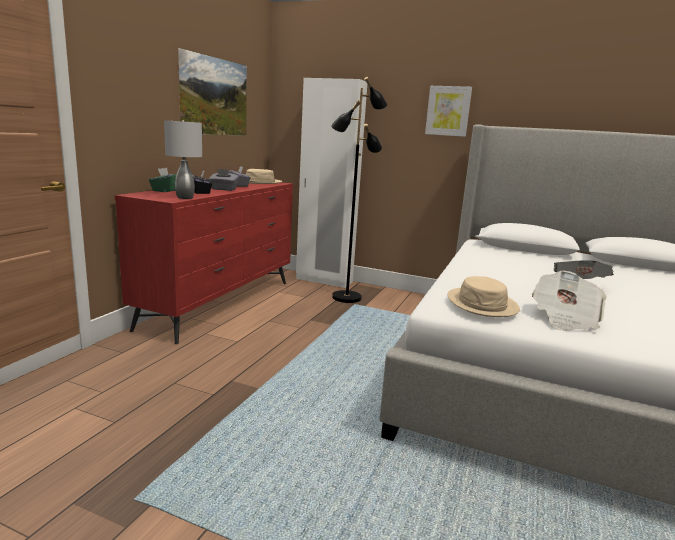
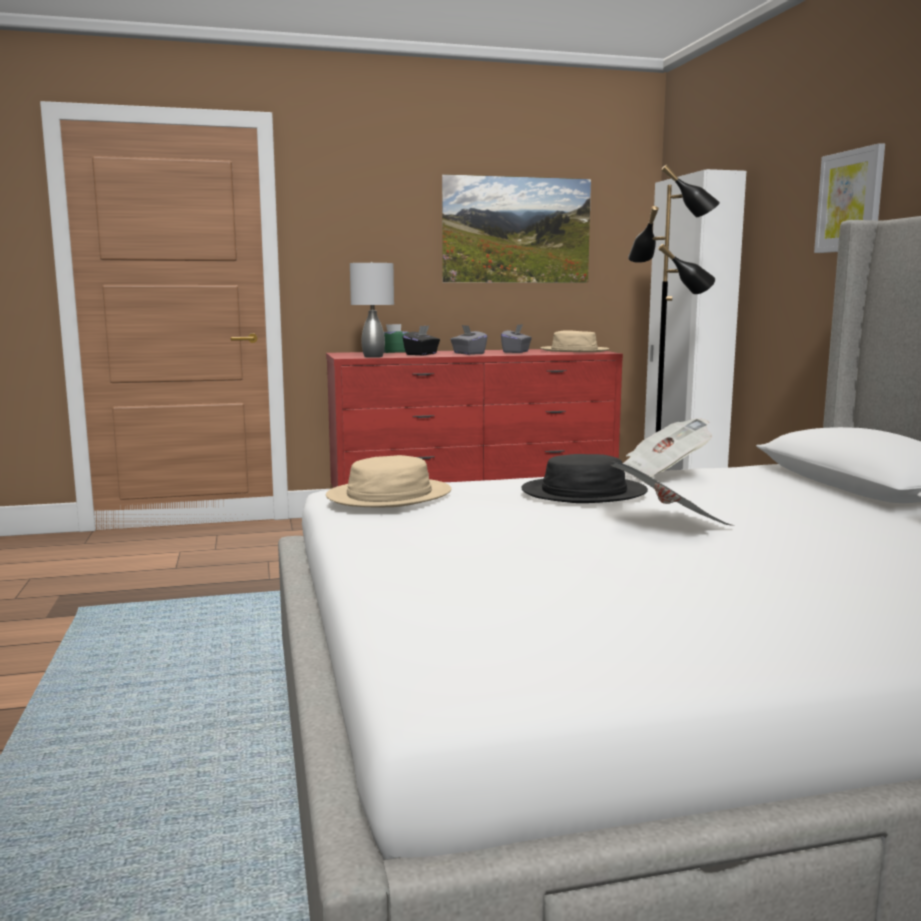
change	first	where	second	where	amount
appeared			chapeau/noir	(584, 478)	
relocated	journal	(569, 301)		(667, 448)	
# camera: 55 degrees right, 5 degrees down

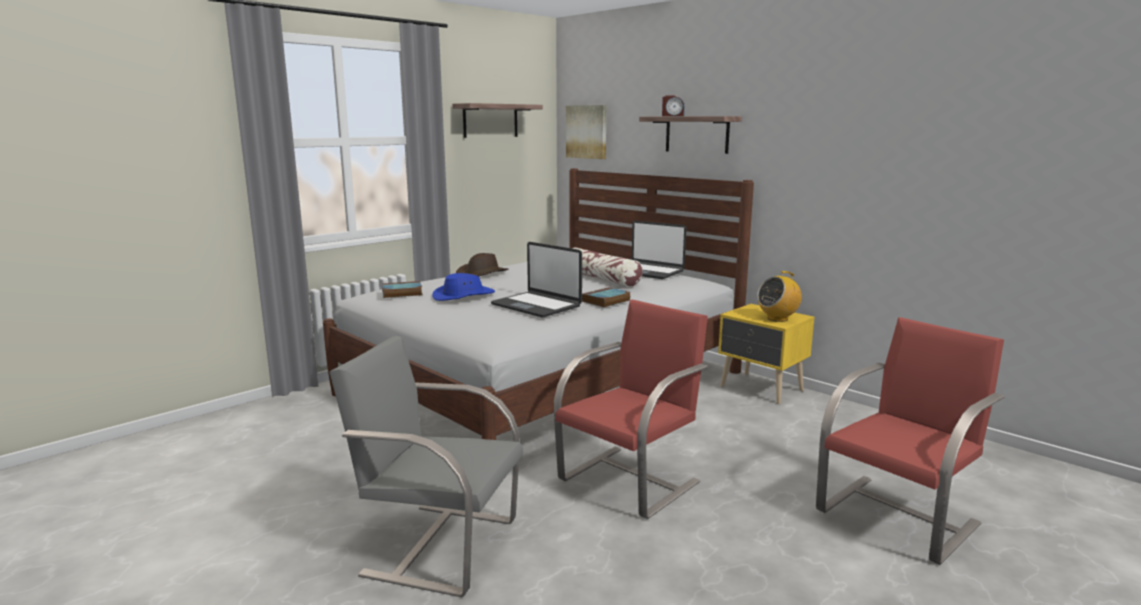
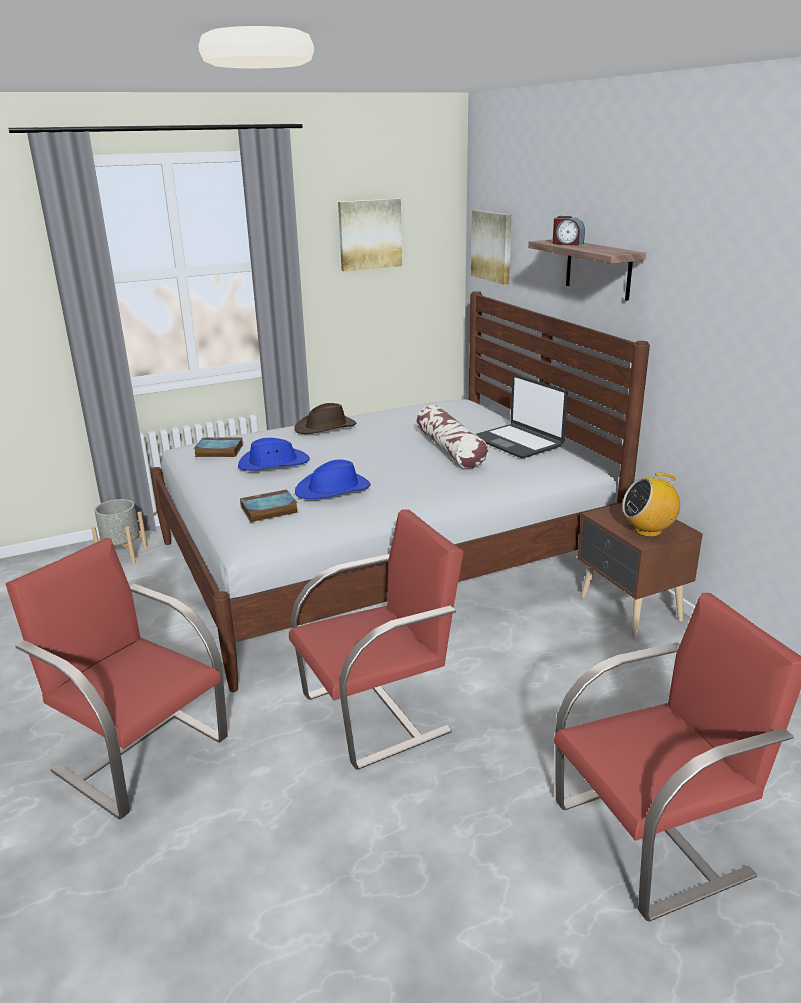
change	first	where	second	where	amount
appeared			cache-pot/gris	(119, 531)	
relocated	livre	(606, 297)		(269, 505)	
exchanged	étagère	(497, 120)	tableau	(370, 235)	
exchanged	ordinateur portable	(536, 280)	chapeau/bleu	(333, 480)	
colour	chaise/gris	(426, 466)	chaise/rouge	(116, 678)	
colour	table de chevet/jaune	(766, 354)	table de chevet/marron	(640, 570)	
# camera: 20 degrees right, 10 degrees up

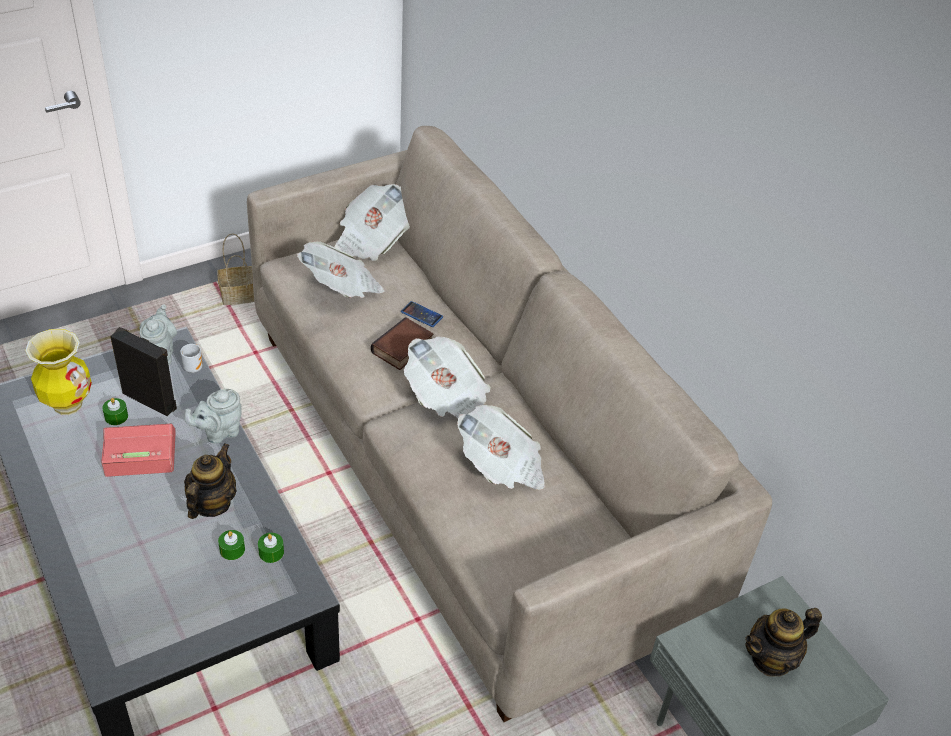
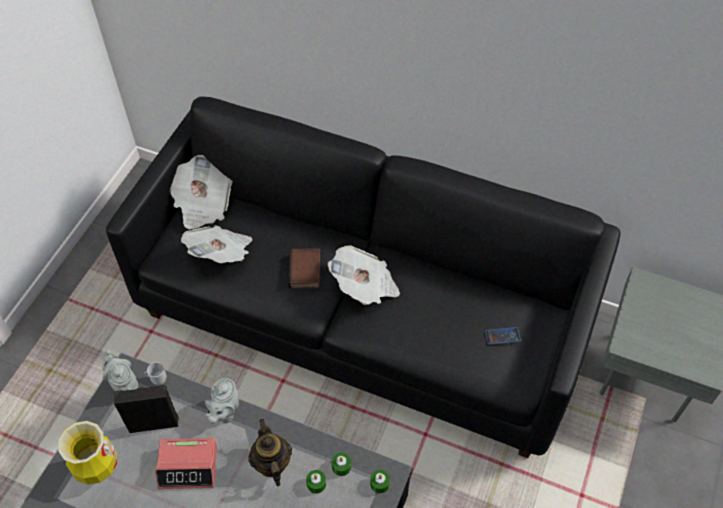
change	first	where	second	where	amount
missing	panier	(236, 269)			
missing	journal	(501, 447)			
missing	théière	(783, 642)			
relocated	bougie/vert	(115, 411)		(380, 481)	
relocated	téléphone	(422, 314)		(503, 336)	
colour	canapé/beige	(509, 424)	canapé/noir	(363, 277)	
spun	réveil	(138, 450)		(186, 463)	135 degrees counterclockwise
# camera: 35 degrees left, 10 degrees up

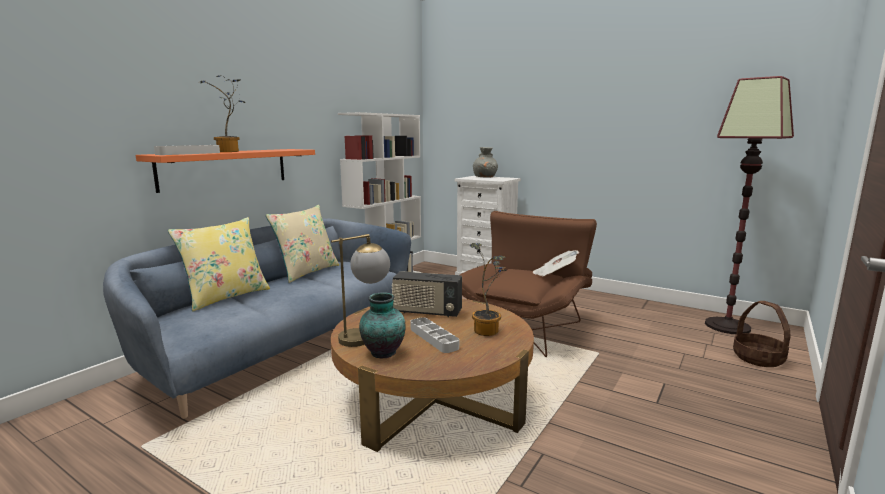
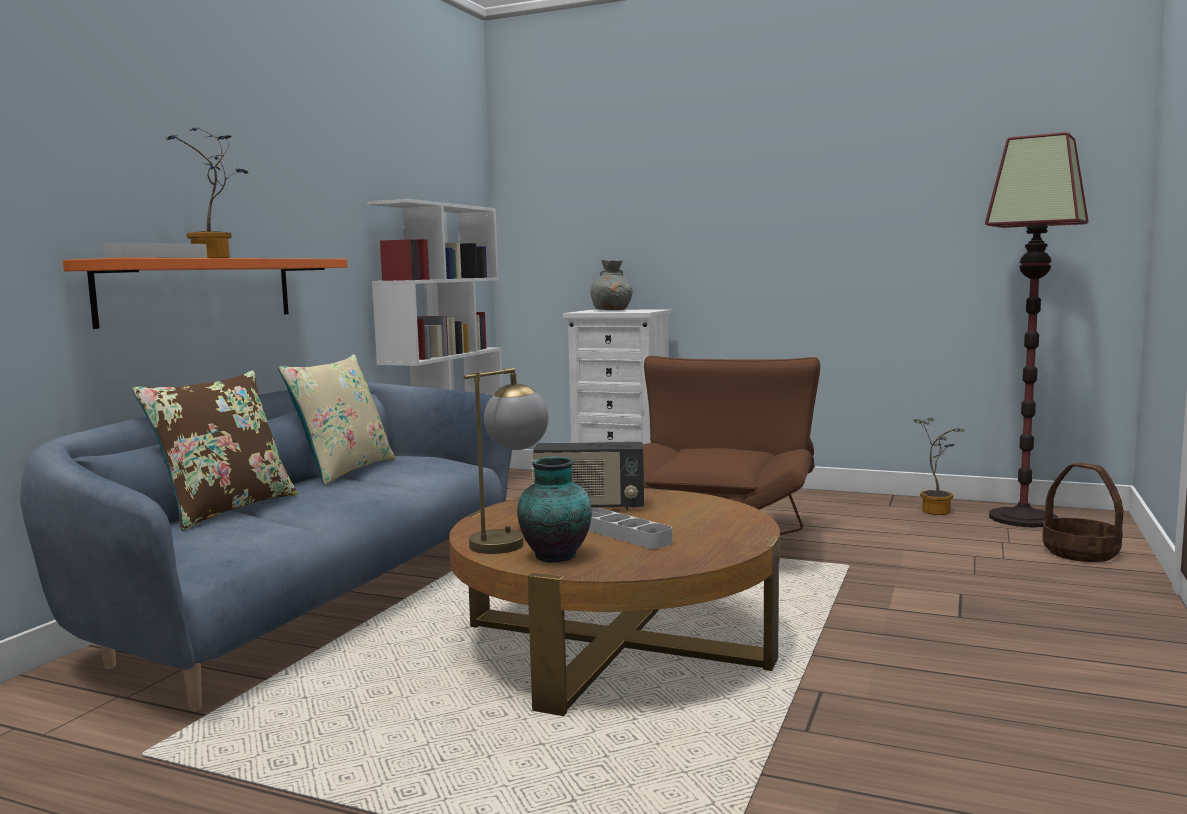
change	first	where	second	where	amount
missing	journal	(555, 263)			
relocated	plante en pot	(488, 289)		(939, 466)	
colour	coussin/jaune	(219, 264)	coussin/marron	(215, 450)	
# camera: 10 degrees left, 5 degrees down

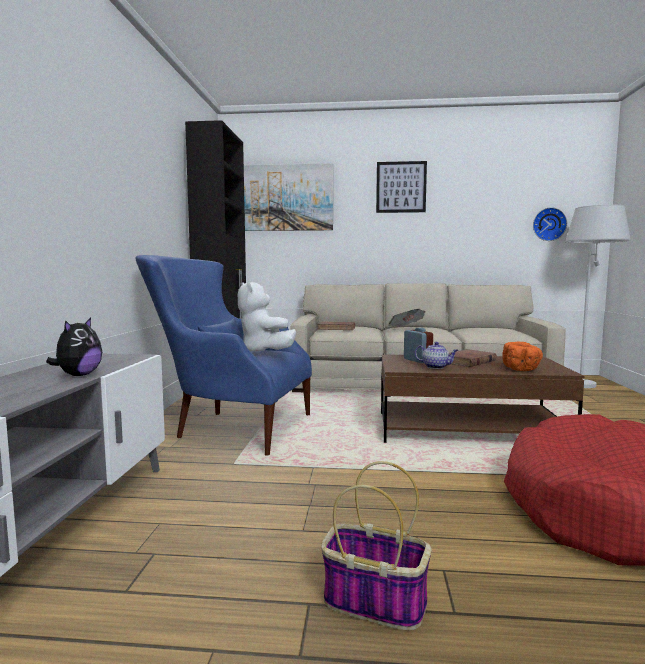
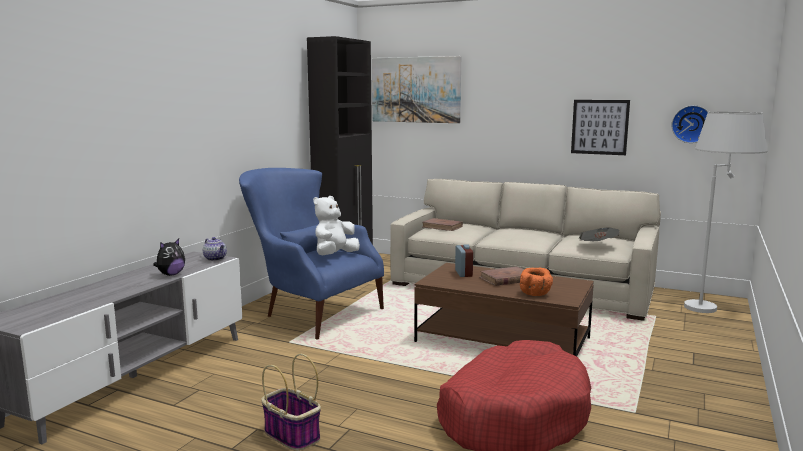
change	first	where	second	where	amount
relocated	tableau	(401, 187)		(600, 127)	
relocated	journal	(406, 318)		(599, 234)	
relocated	théière	(436, 355)		(215, 249)	
spun	peluche/blanc	(267, 316)		(336, 225)	45 degrees clockwise
# camera: 20 degrees right, 5 degrees up

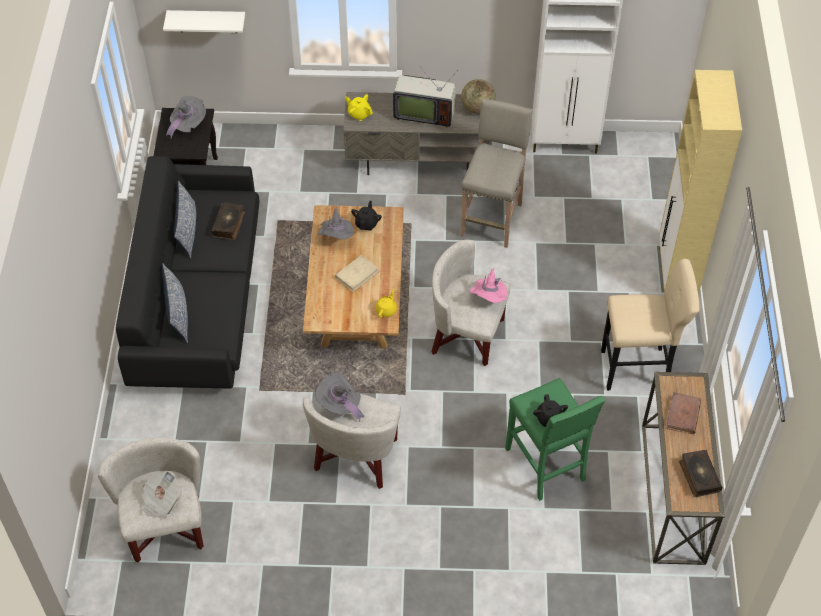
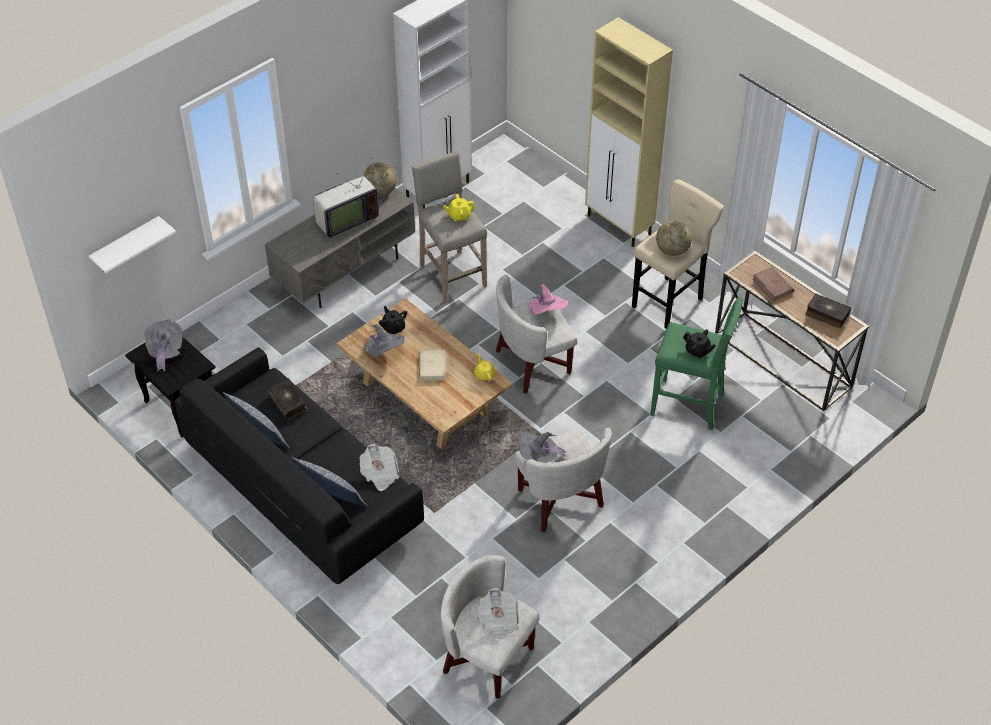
change	first	where	second	where	amount
appeared			journal	(379, 467)	
appeared			globe	(674, 238)	
relocated	théière/jaune	(359, 107)		(459, 207)	
# camera: 45 degrees left, 5 degrees down

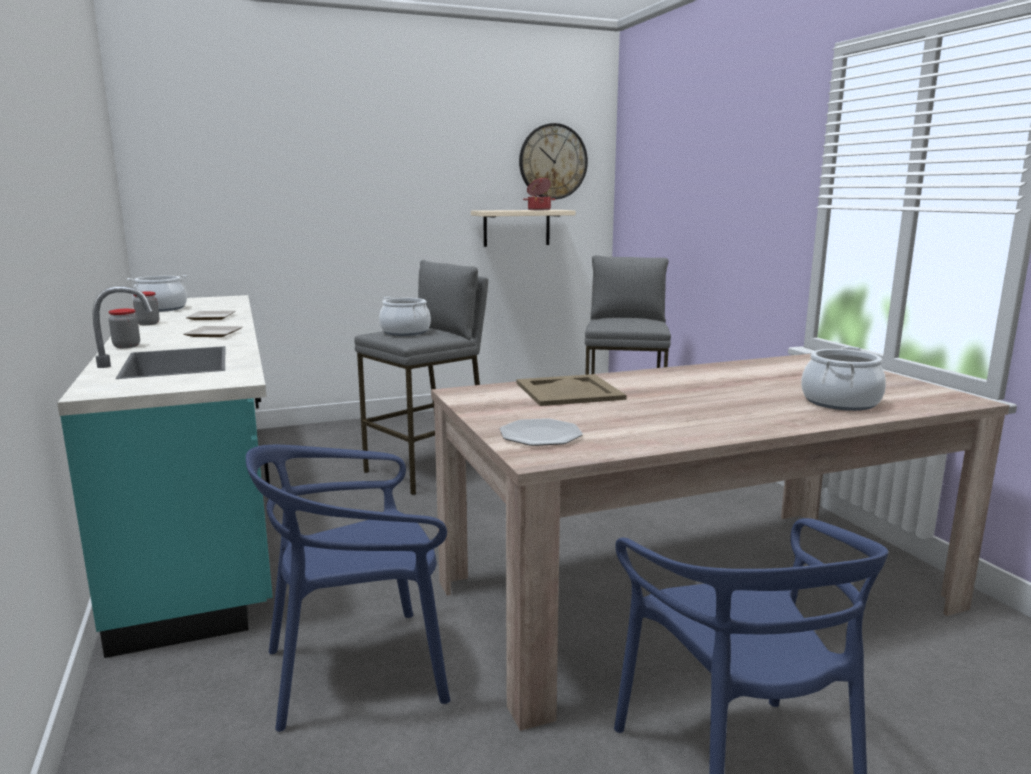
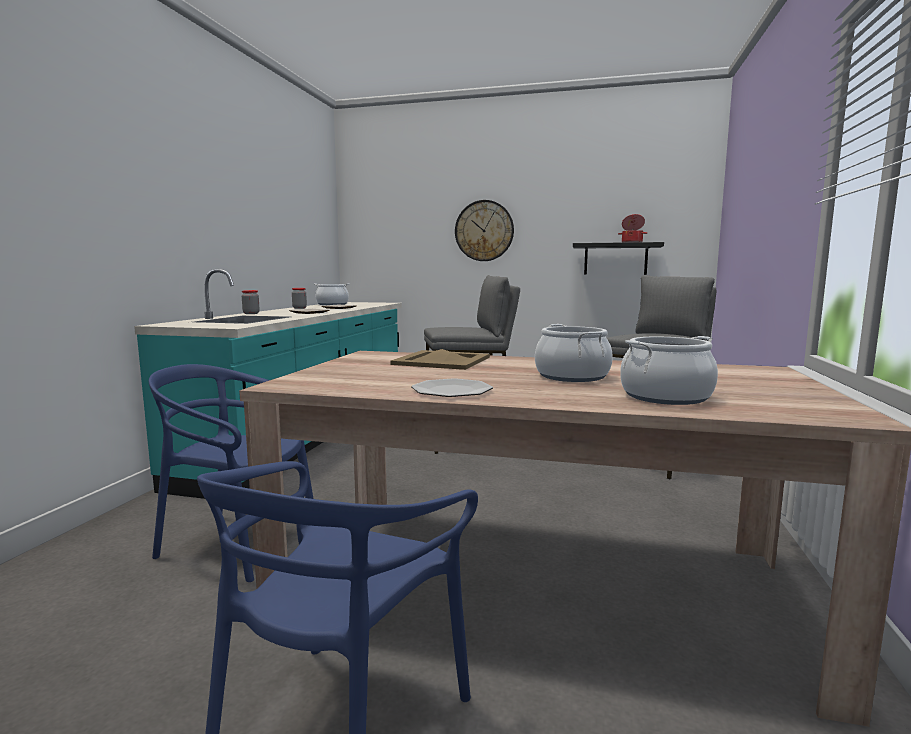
change	first	where	second	where	amount
relocated	marmite	(405, 316)		(574, 353)	
relocated	assiette	(541, 432)		(452, 387)	
relocated	horloge murale	(553, 161)		(484, 230)	
colour	étagère/beige	(523, 228)	étagère/noir	(618, 258)	
# camera: 35 degrees right, 5 degrees down

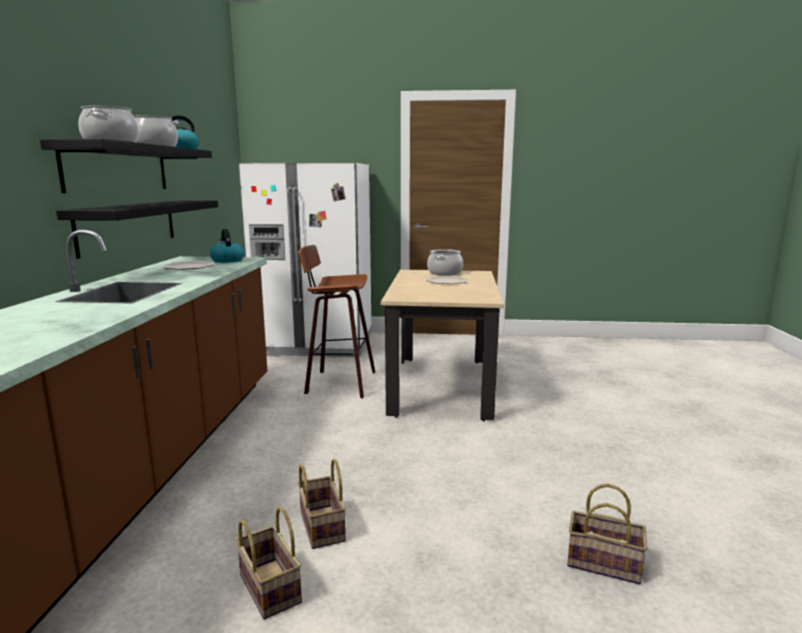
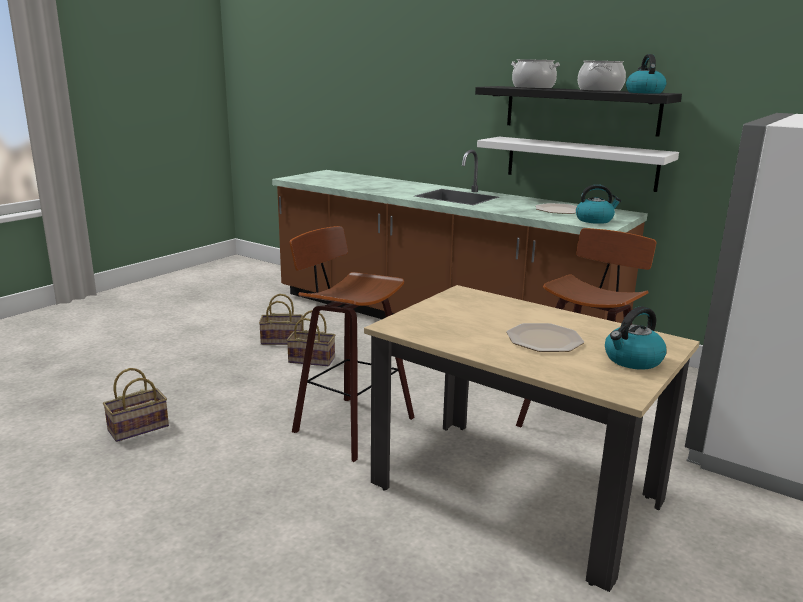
change	first	where	second	where	amount
appeared			tabouret	(352, 344)	
exchanged	marmite	(445, 262)	bouilloire	(636, 338)	
colour	étagère/noir	(137, 229)	étagère/blanc	(578, 164)	
# camera: 120 degrees right, 5 degrees up

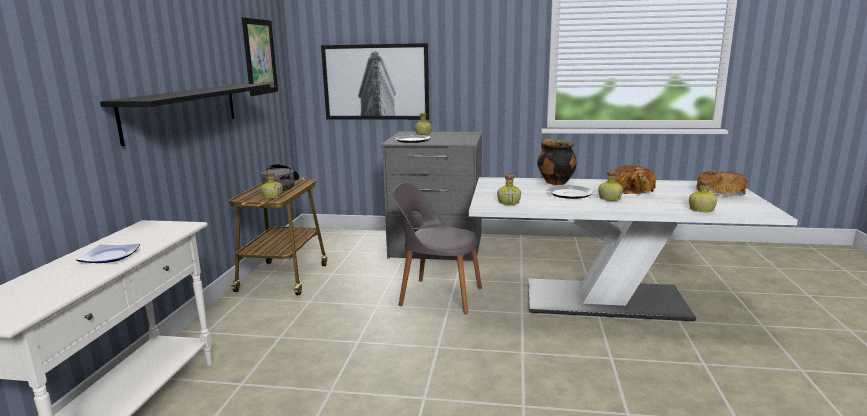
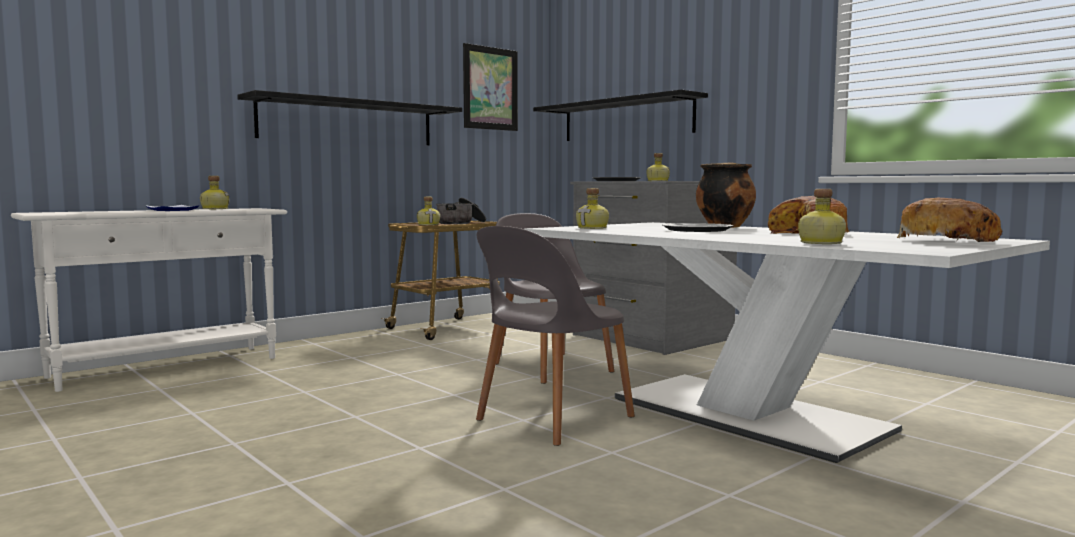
change	first	where	second	where	amount
appeared			chaise/gris	(555, 336)	
relocated	bouteille	(610, 185)		(215, 192)	
exchanged	tableau	(375, 81)	étagère/noir	(620, 115)	
# camera: 40 degrees right, 10 degrees down

